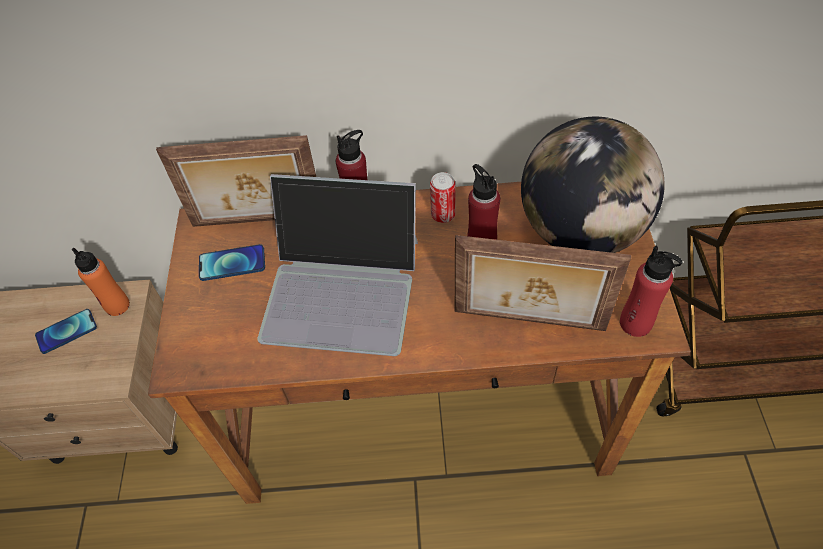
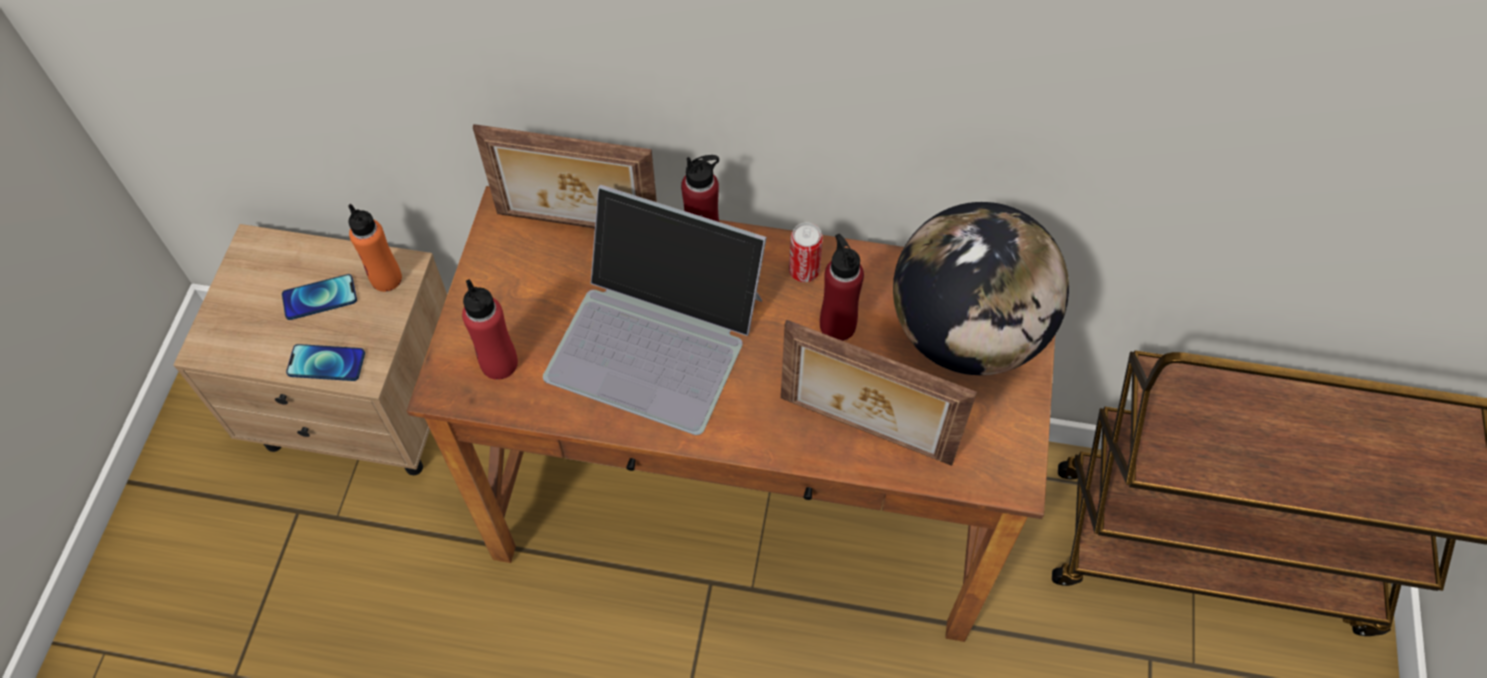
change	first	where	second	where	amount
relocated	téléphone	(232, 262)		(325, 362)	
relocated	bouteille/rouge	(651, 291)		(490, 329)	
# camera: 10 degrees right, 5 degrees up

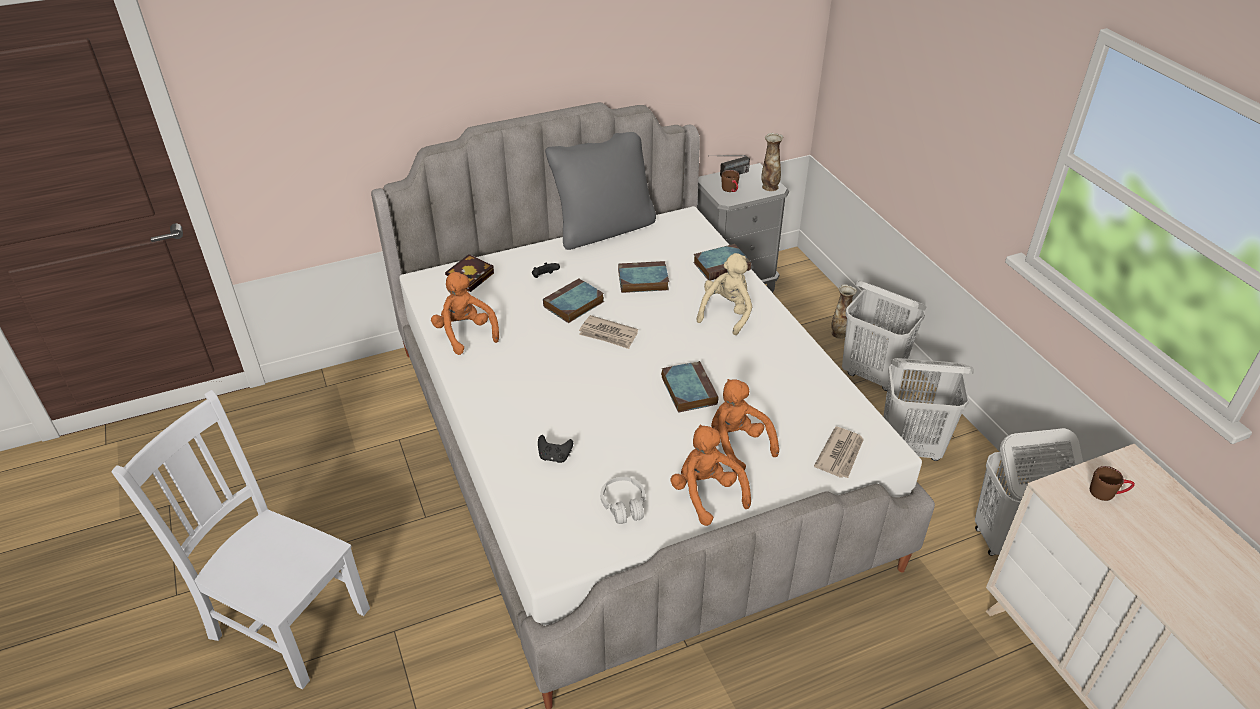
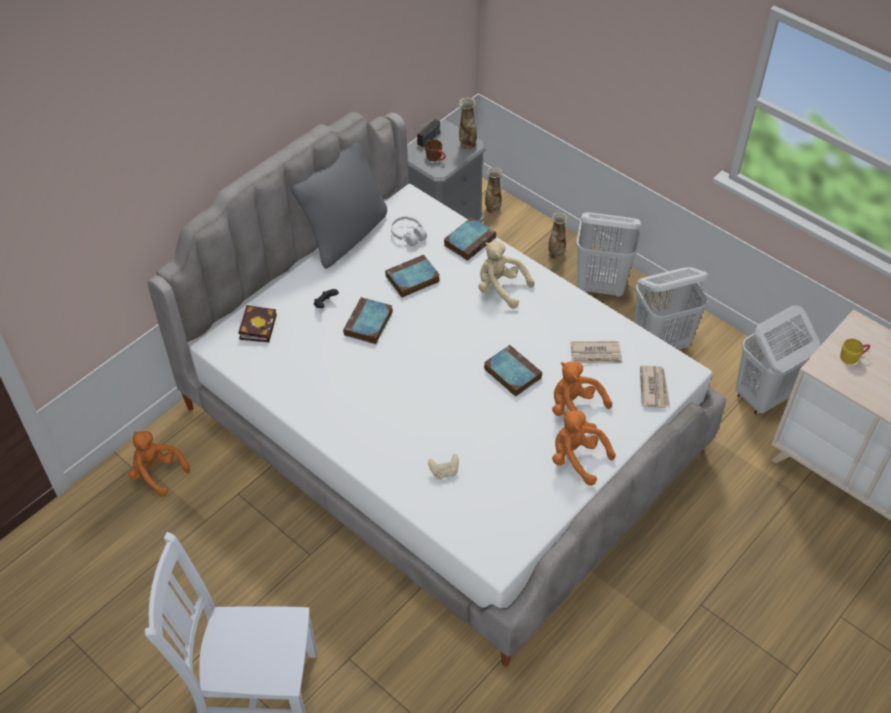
change	first	where	second	where	amount
appeared			vase	(493, 190)	
relocated	peluche/orange	(465, 313)		(159, 464)	
relocated	journal	(608, 332)		(596, 352)	
relocated	casque audio/blanc	(622, 500)		(409, 231)	
colour	manette/noir	(555, 449)	manette/beige	(443, 466)	
colour	mug/marron	(1112, 483)	mug/jaune	(855, 351)	
spun	peluche/beige	(724, 294)		(506, 275)	60 degrees counterclockwise
# camera: 25 degrees left, 10 degrees up

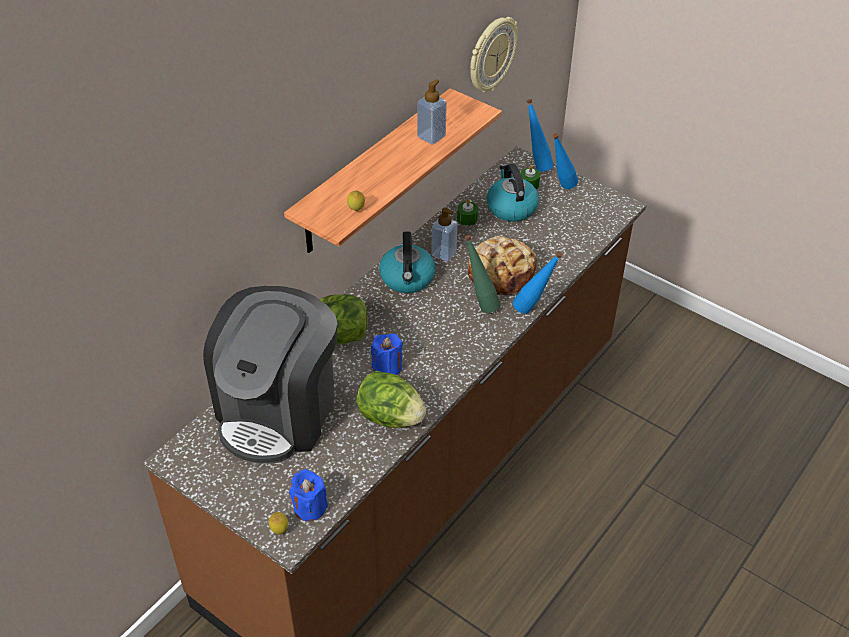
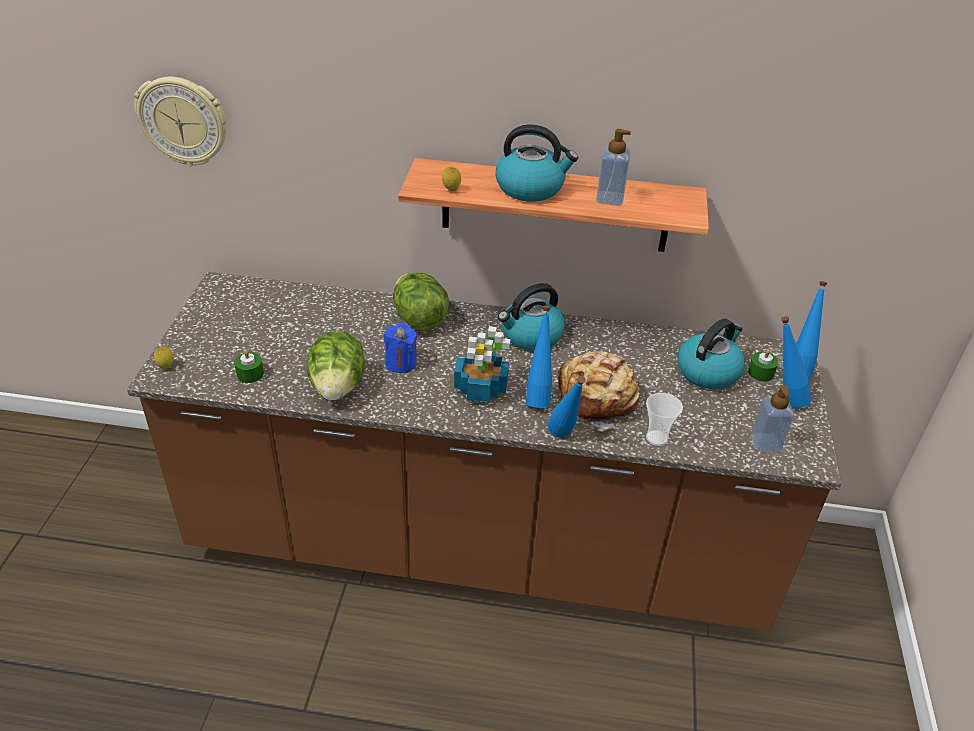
change	first	where	second	where	amount
missing	machine à café	(270, 374)			
missing	bougie/bleu	(308, 495)			
appeared			plante en pot	(482, 364)	
appeared			bouilloire	(536, 163)	
appeared			tasse	(664, 419)	
relocated	distributeur de savon	(444, 235)		(772, 418)	
relocated	bougie/vert	(467, 212)		(249, 366)	
relocated	horloge murale	(494, 54)		(180, 122)	
colour	bouteille/vert	(483, 274)	bouteille/bleu	(539, 357)	
# camera: 60 degrees right, 5 degrees down

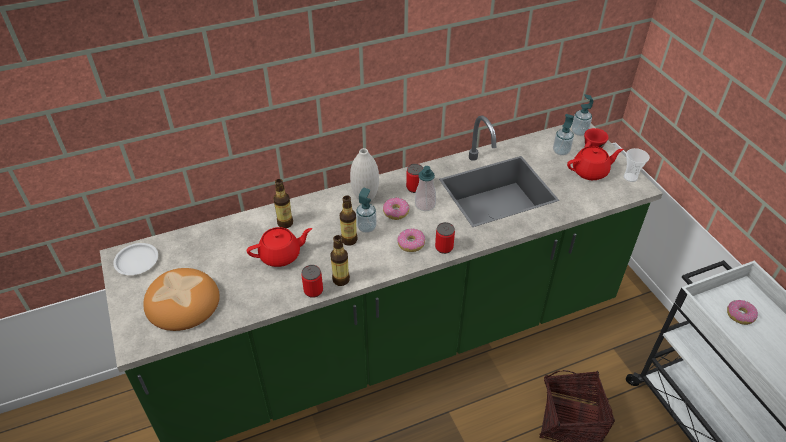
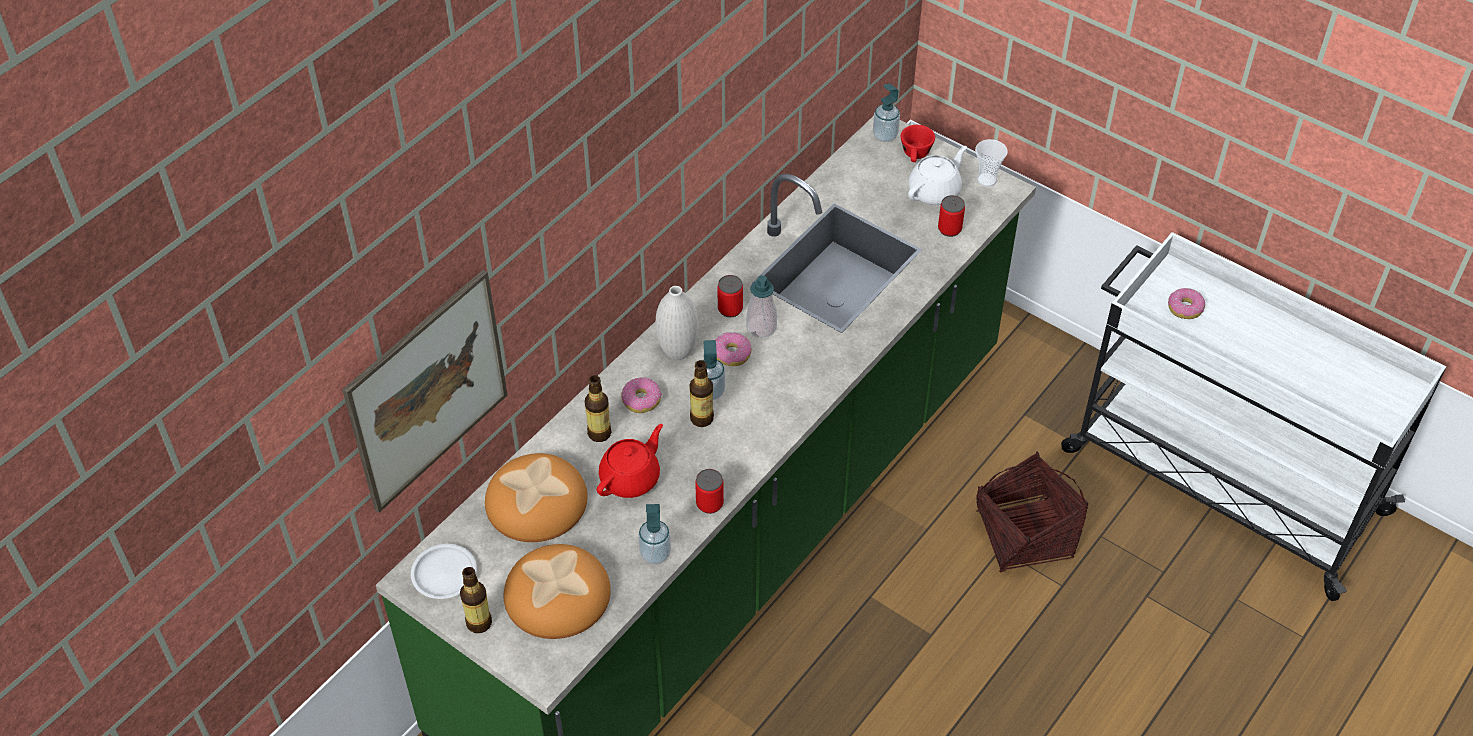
change	first	where	second	where	amount
appeared			tableau	(425, 391)	
appeared			pain	(536, 497)	
relocated	bouteille	(340, 260)		(476, 600)	
relocated	beignet	(411, 240)		(641, 395)	
relocated	boîte métallique	(445, 238)		(951, 216)	
relocated	distributeur de savon	(563, 135)		(654, 534)	
colour	théière/rouge	(595, 163)	théière/blanc	(937, 175)	
# camera: 30 degrees left, 5 degrees up

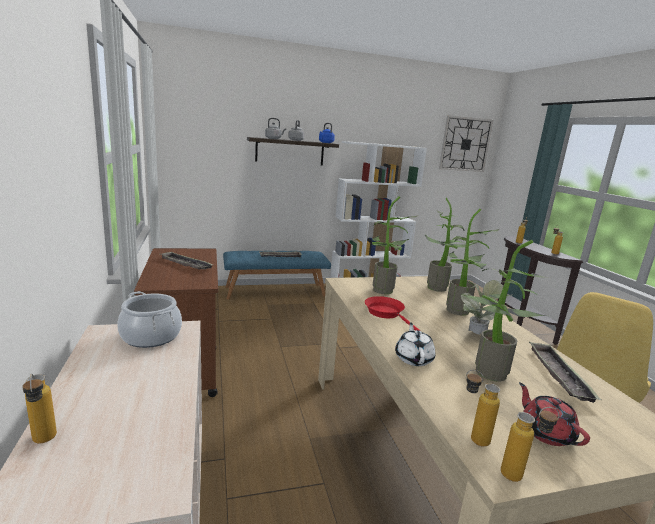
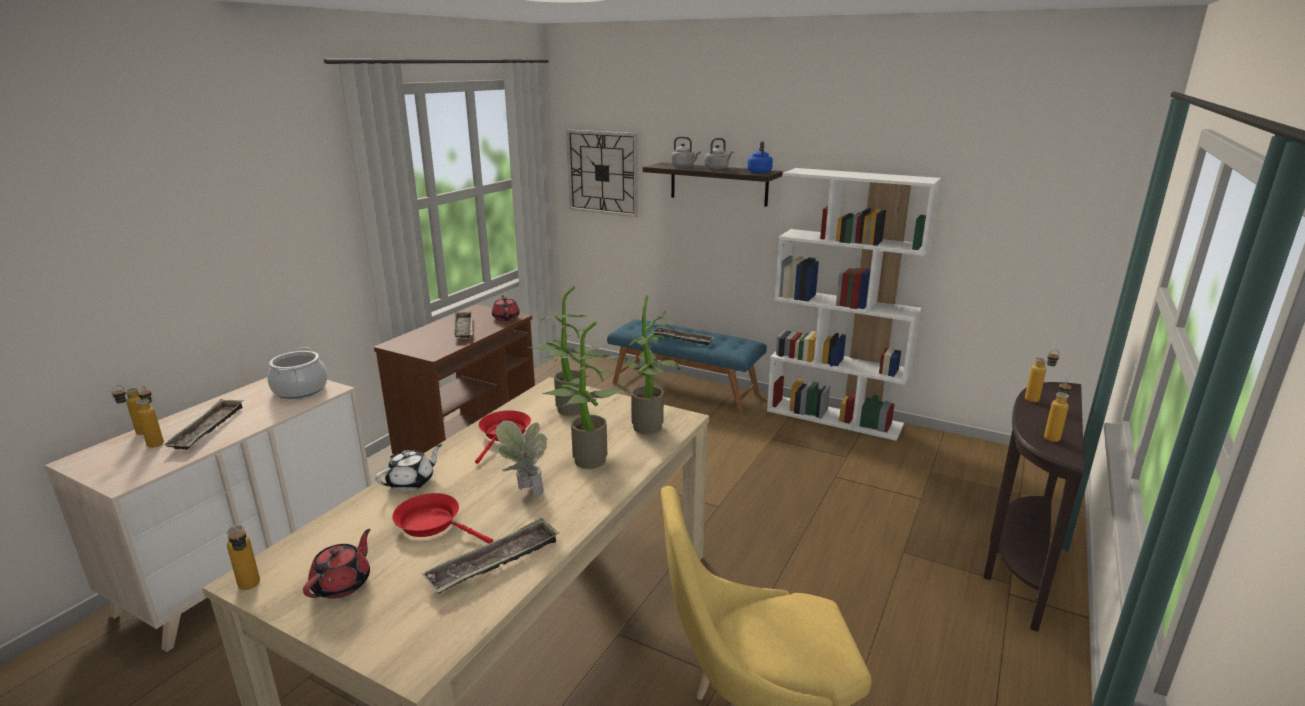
change	first	where	second	where	amount
appeared			plateau	(204, 424)	
appeared			théière/rouge	(506, 308)	
relocated	horloge murale	(466, 143)		(602, 173)	
relocated	bouteille	(483, 408)		(150, 417)	
exchanged	plante en pot	(504, 310)	poêle/rouge	(442, 518)	
# camera: 45 degrees right, 5 degrees up

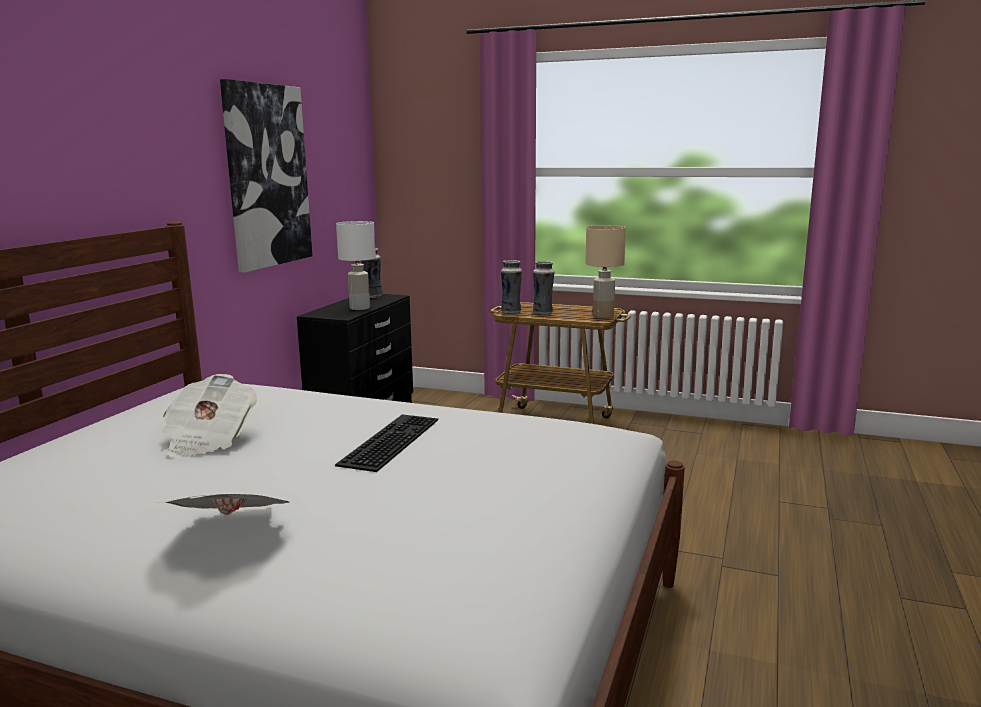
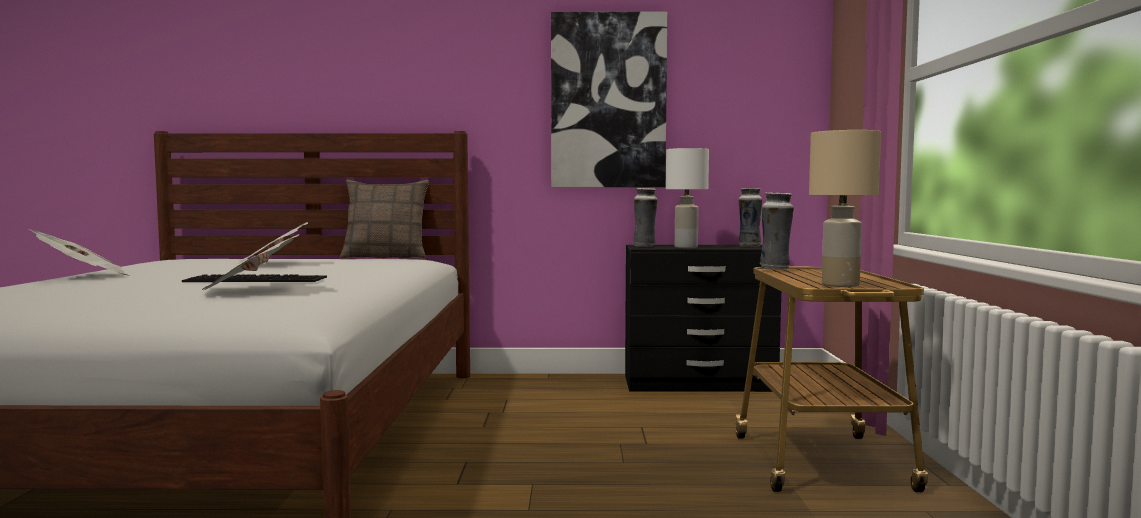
change	first	where	second	where	amount
appeared			journal	(250, 262)	
appeared			coussin	(384, 219)	
relocated	vase	(544, 288)		(645, 217)	
# camera: 70 degrees right, 10 degrees down

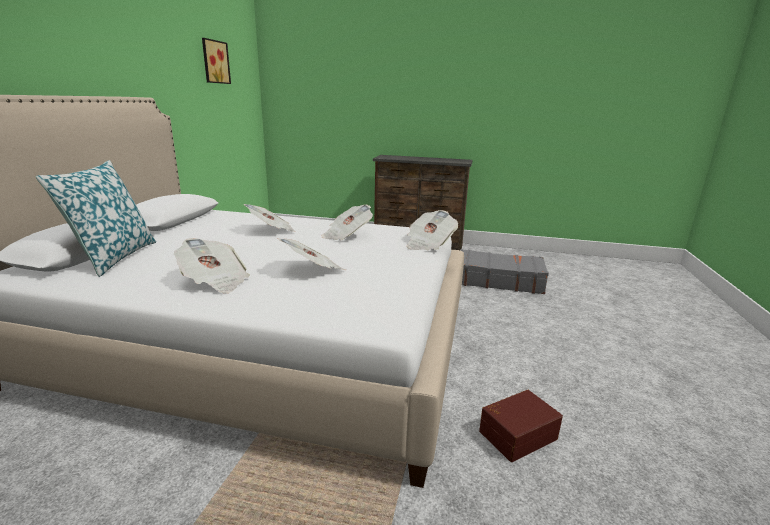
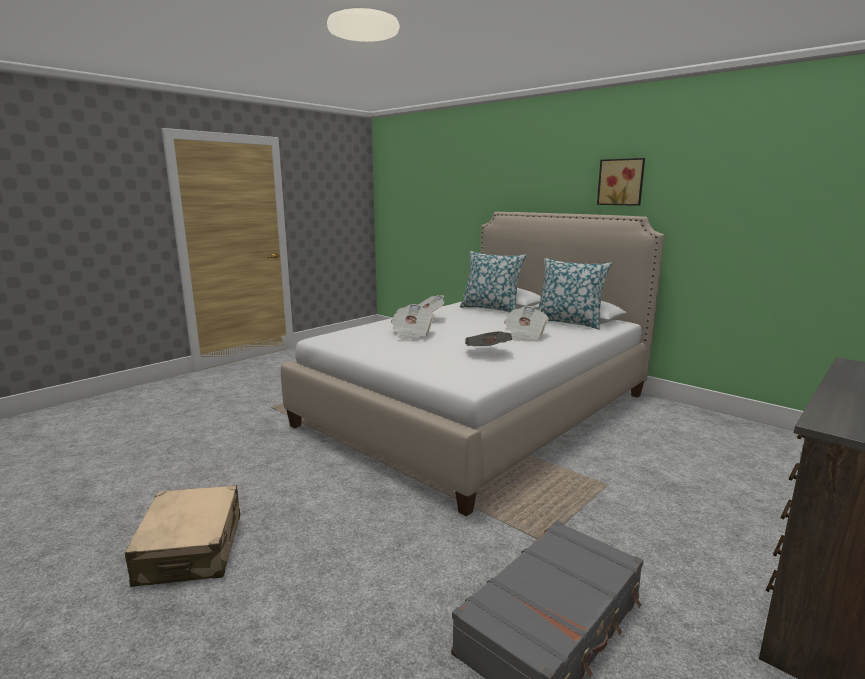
change	first	where	second	where	amount
missing	journal	(432, 230)			
missing	boîte de rangement/marron	(521, 426)			
appeared			valise/beige	(182, 536)	
appeared			coussin	(575, 294)	
relocated	tableau	(216, 61)		(621, 182)	
# camera: 120 degrees right, 5 degrees down

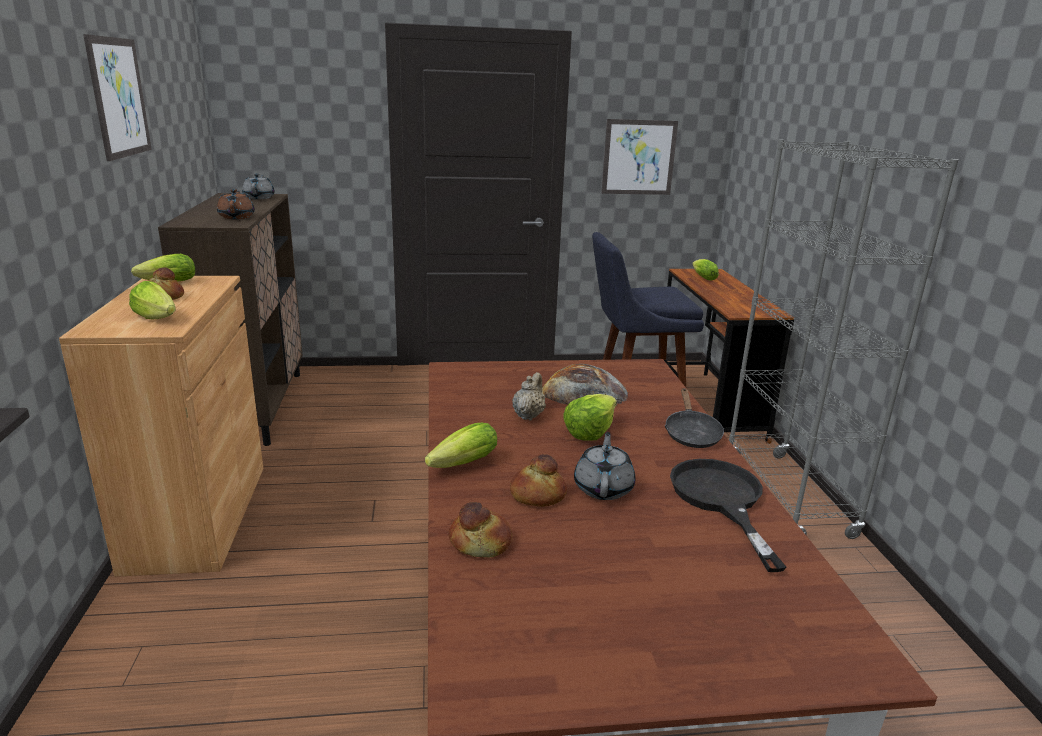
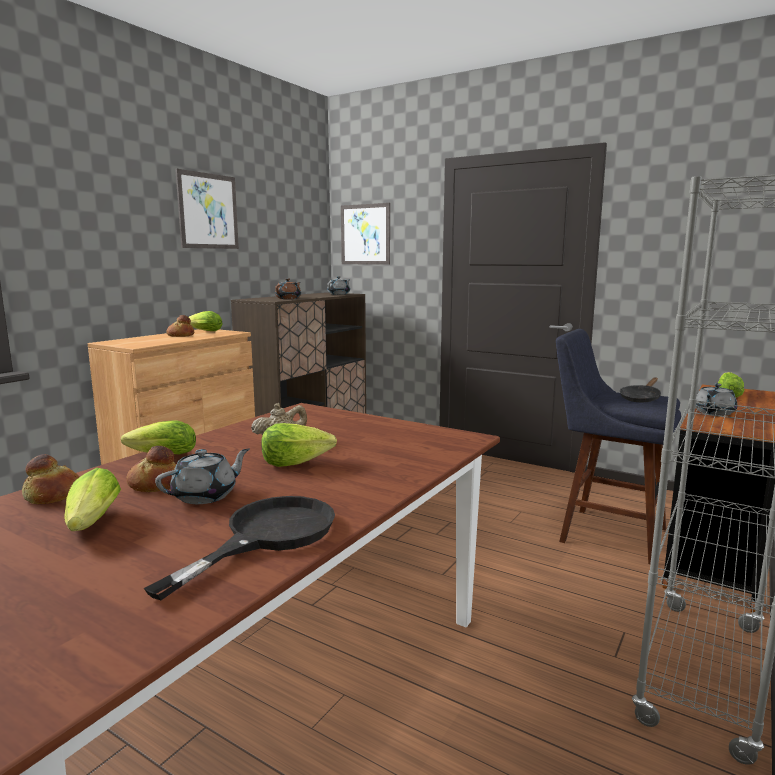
change	first	where	second	where	amount
missing	pain	(584, 385)			
appeared			théière/gris	(716, 399)	
relocated	laitue	(152, 300)		(92, 499)	
relocated	tableau	(640, 157)		(365, 234)	
relocated	poêle/noir	(695, 418)		(640, 389)	
# camera: 40 degrees right, 10 degrees down

